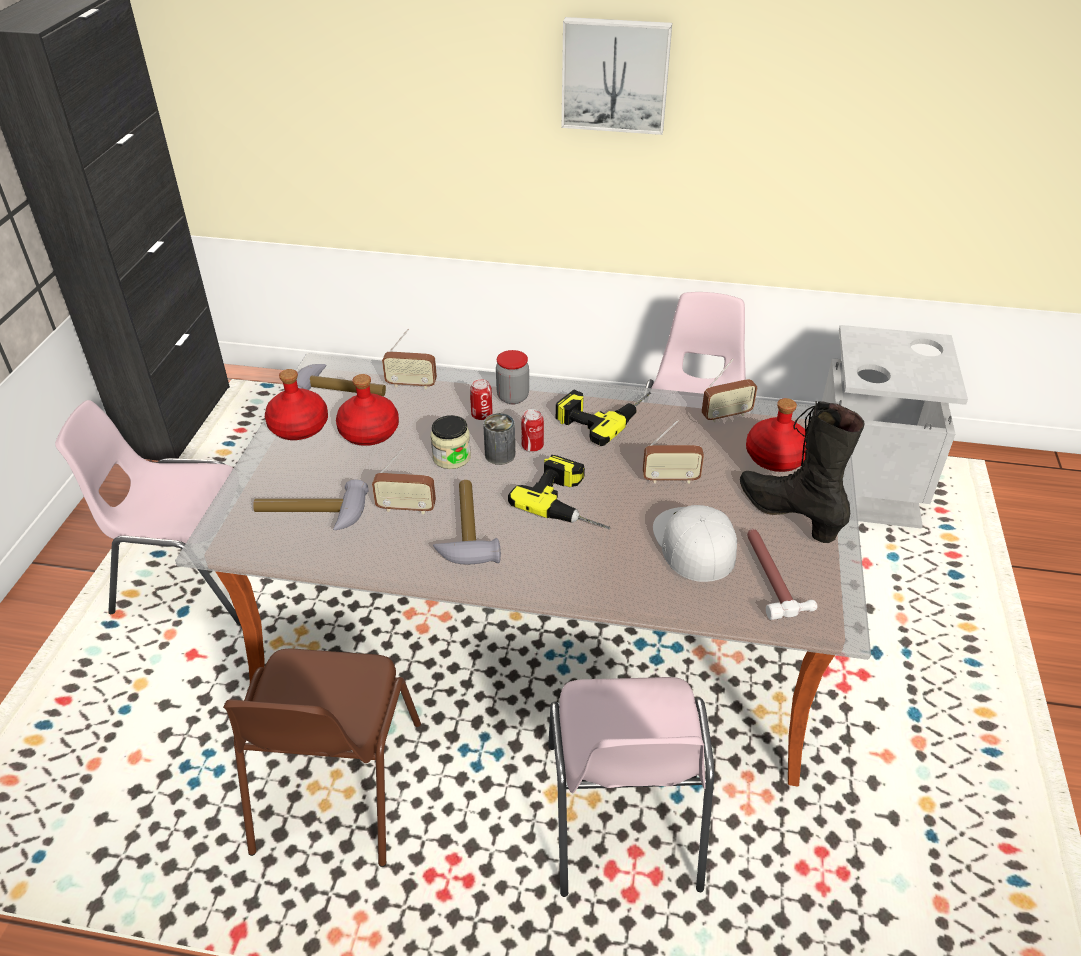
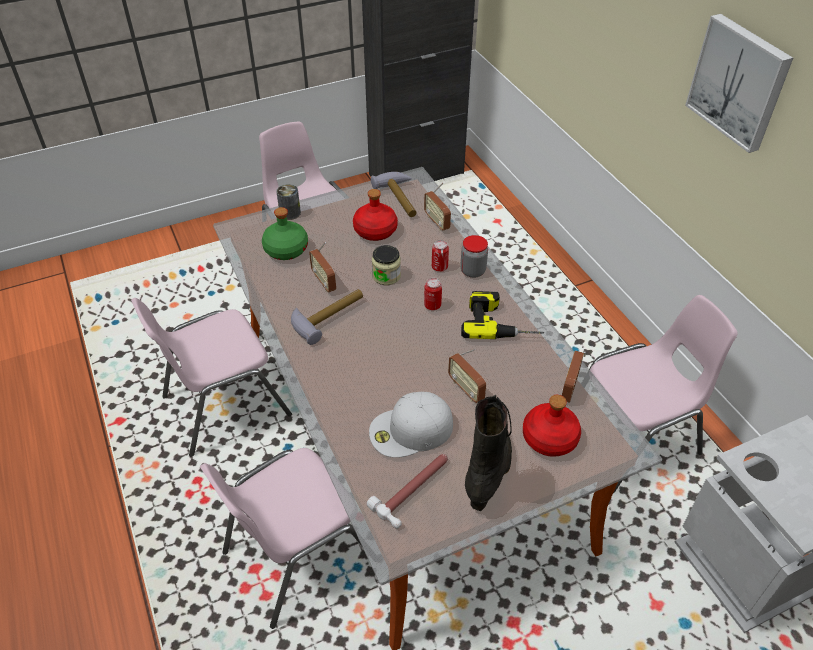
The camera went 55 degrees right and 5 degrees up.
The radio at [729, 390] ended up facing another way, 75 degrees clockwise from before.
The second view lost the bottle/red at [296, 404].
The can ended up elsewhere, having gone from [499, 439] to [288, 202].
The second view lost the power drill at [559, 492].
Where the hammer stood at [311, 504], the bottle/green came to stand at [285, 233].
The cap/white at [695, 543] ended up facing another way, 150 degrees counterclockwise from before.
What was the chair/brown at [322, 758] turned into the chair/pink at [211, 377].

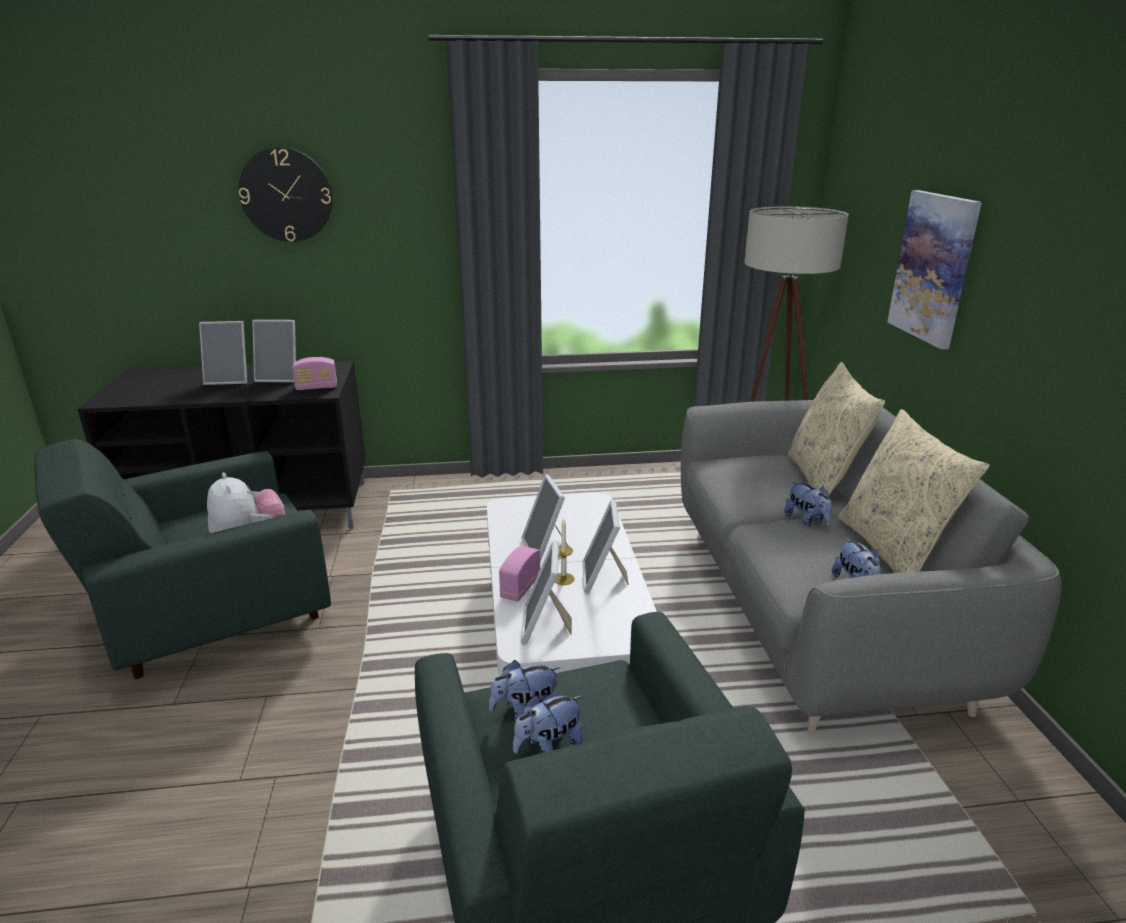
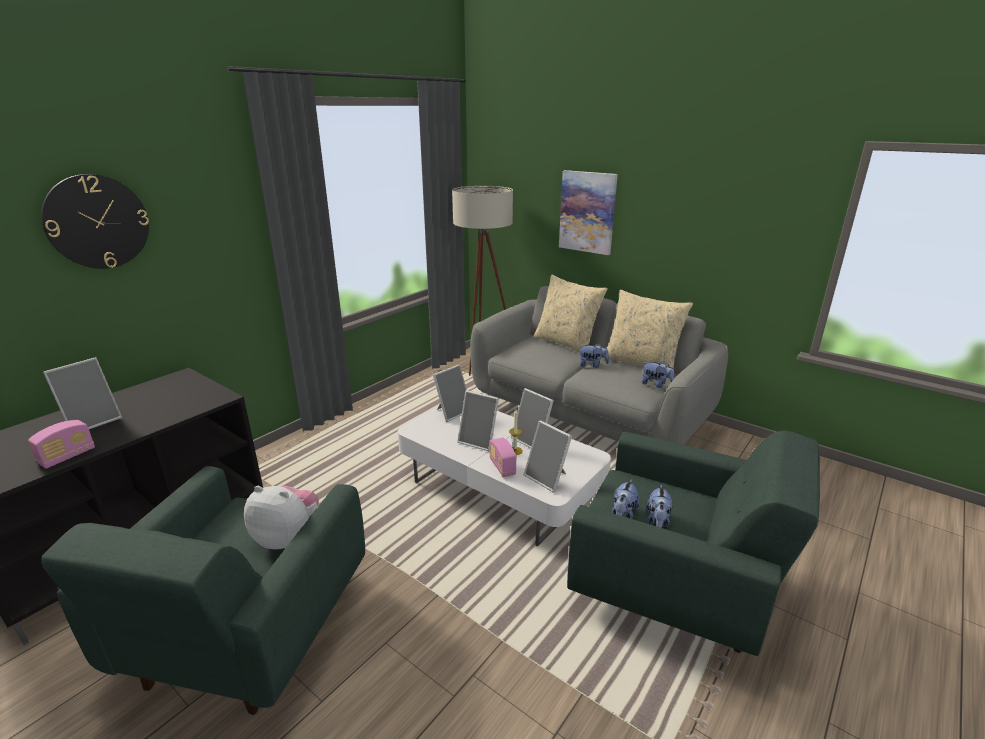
The camera went 45 degrees left and 0 degrees up.
The picture frame ended up elsewhere, having gone from [274, 351] to [450, 393].
The radio ended up elsewhere, having gone from [314, 373] to [61, 444].

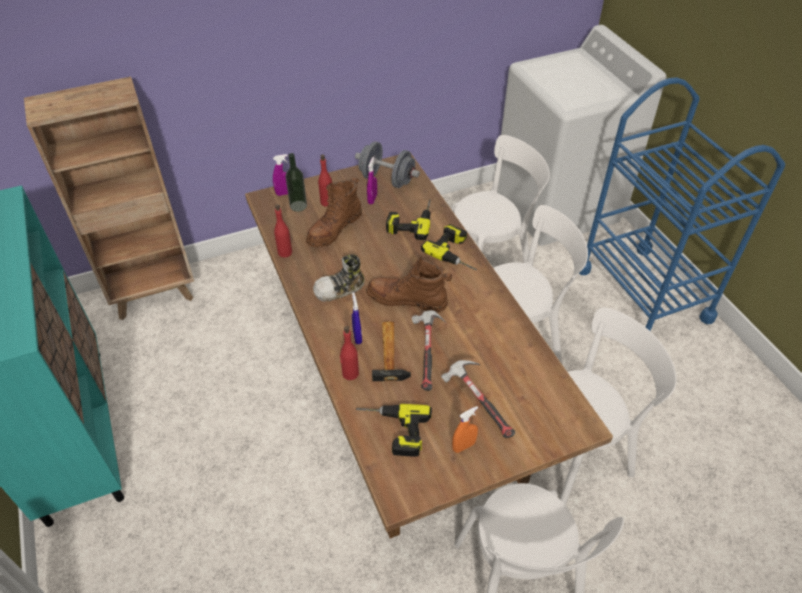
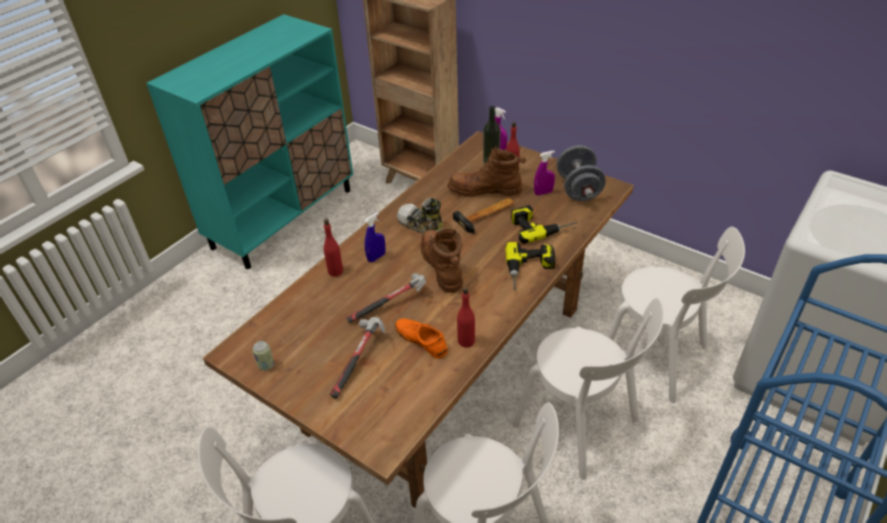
The camera went 60 degrees right and 5 degrees down.
The bottle/red ended up elsewhere, having gone from [283, 230] to [466, 317].
The hammer ended up elsewhere, having gone from [391, 351] to [483, 216].
The second view lost the power drill at [394, 430].
The second view lost the spray bottle/orange at [465, 429].
The second view gained the shoe/orange at [421, 339].
The second view gained the can at [263, 356].

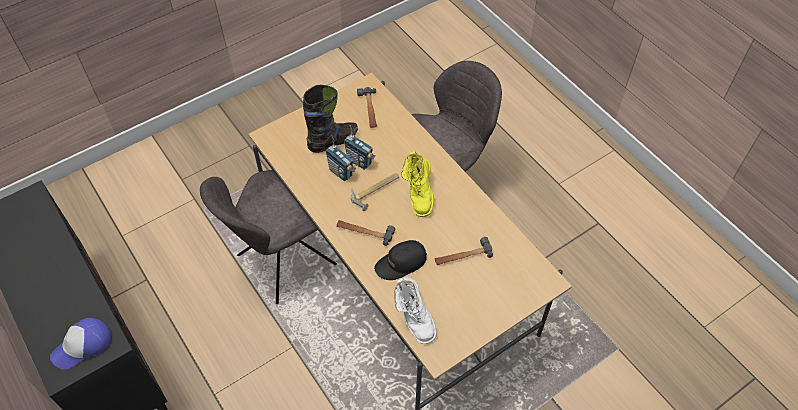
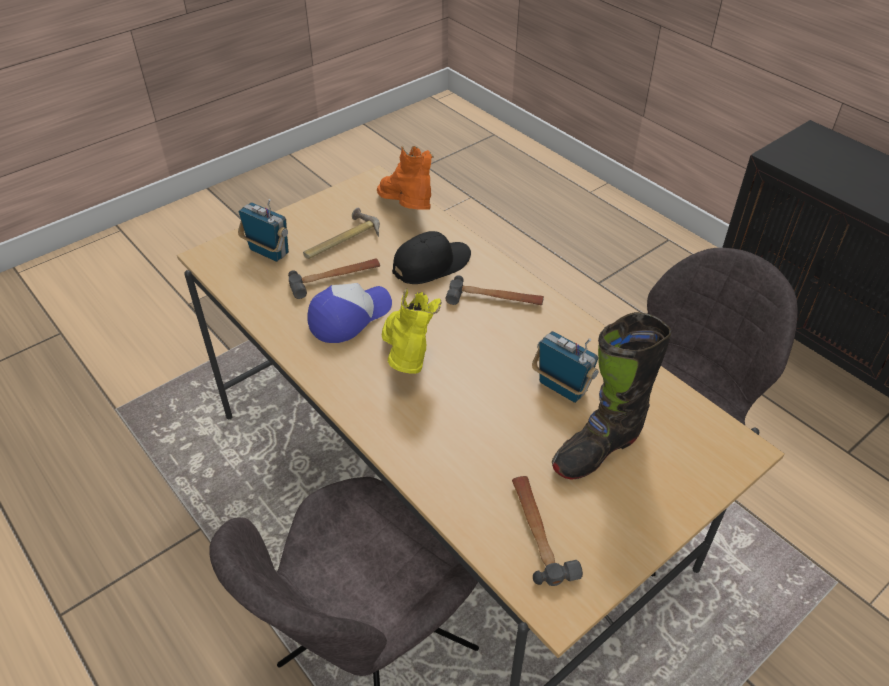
The camera went 175 degrees right and 10 degrees down.
The radio ended up elsewhere, having gone from [359, 147] to [263, 230].
The hammer ended up elsewhere, having gone from [375, 192] to [341, 233].
What was the boot/white at [415, 310] turned into the boot/orange at [405, 178].
The cap ended up elsewhere, having gone from [80, 343] to [350, 313].

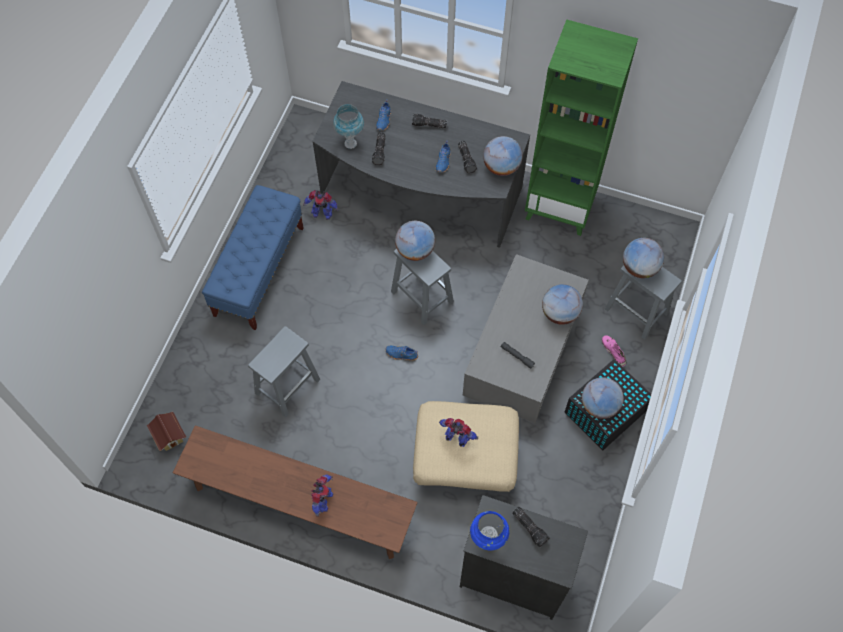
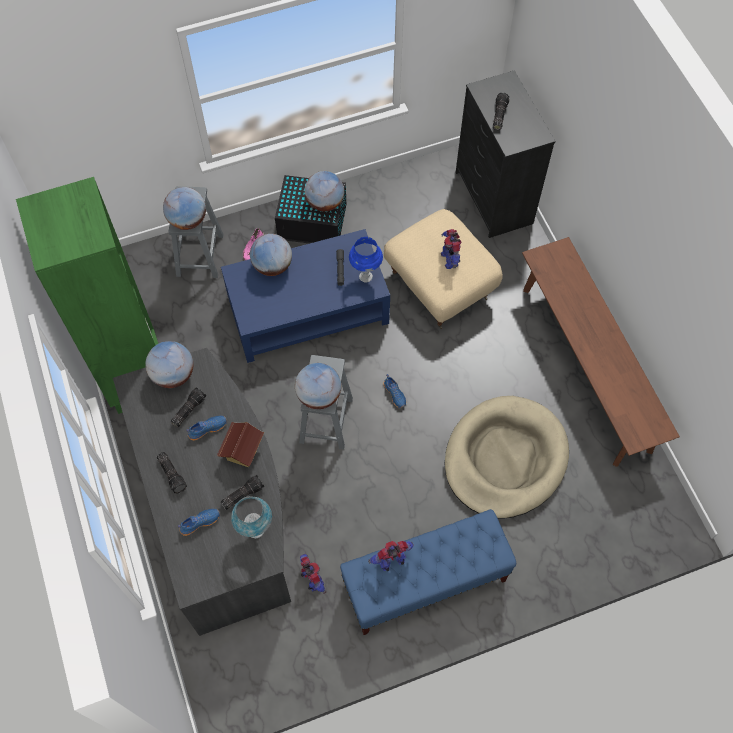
The camera went 130 degrees left and 0 degrees up.
What was the coffee table/grey at [526, 338] turned into the coffee table/blue at [305, 296].
Where the stool/grey stood at [284, 372], the dog bed/beige came to stand at [507, 457].
The toy house ended up elsewhere, having gone from [166, 431] to [240, 444].
The toy robot ended up elsewhere, having gone from [322, 495] to [391, 556].
The table lamp/blue ended up elsewhere, having gone from [490, 531] to [366, 259].

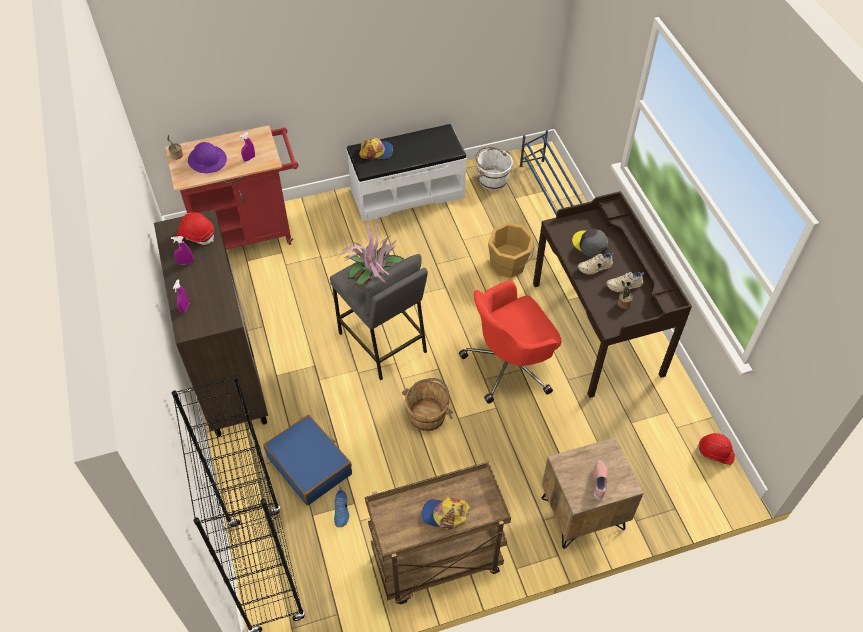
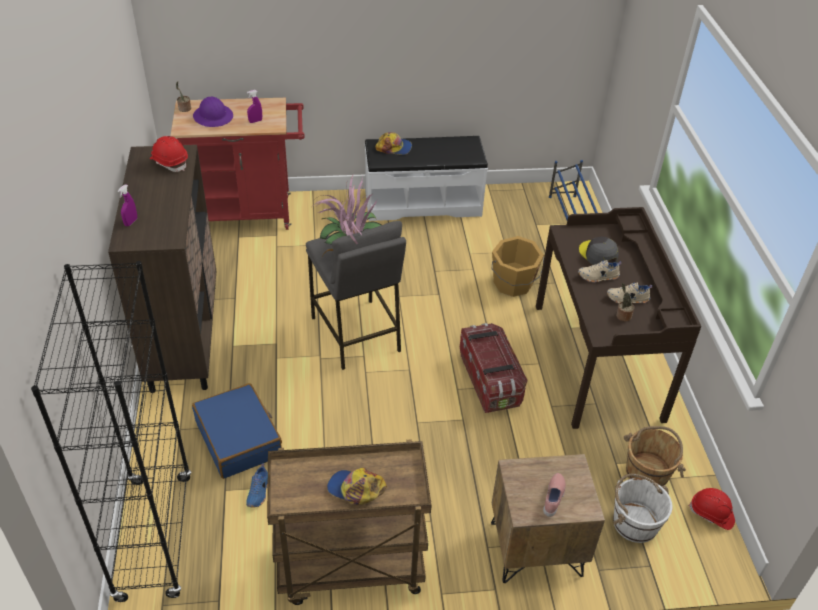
The camera went 10 degrees right and 10 degrees down.
The bucket/white ended up elsewhere, having gone from [494, 168] to [642, 508].
The second view lost the spray bottle/purple at [182, 250].
Where the office chair/red stood at [510, 342], the storage box came to stand at [493, 368].
The bucket/brown ended up elsewhere, having gone from [427, 404] to [655, 456].

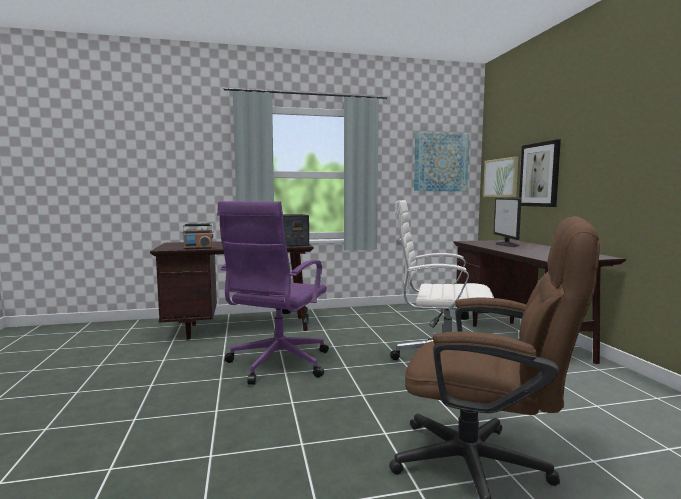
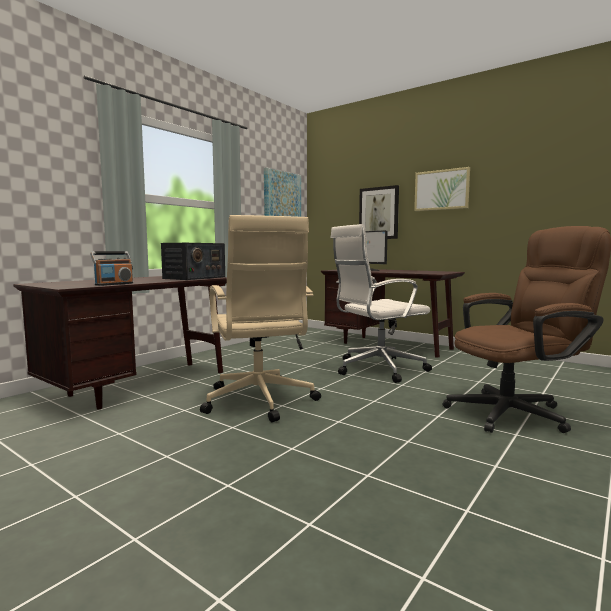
The camera went 40 degrees left and 0 degrees up.
The picture ended up elsewhere, having gone from [500, 176] to [442, 189].
What was the office chair/purple at [273, 293] turned into the office chair/beige at [260, 318].

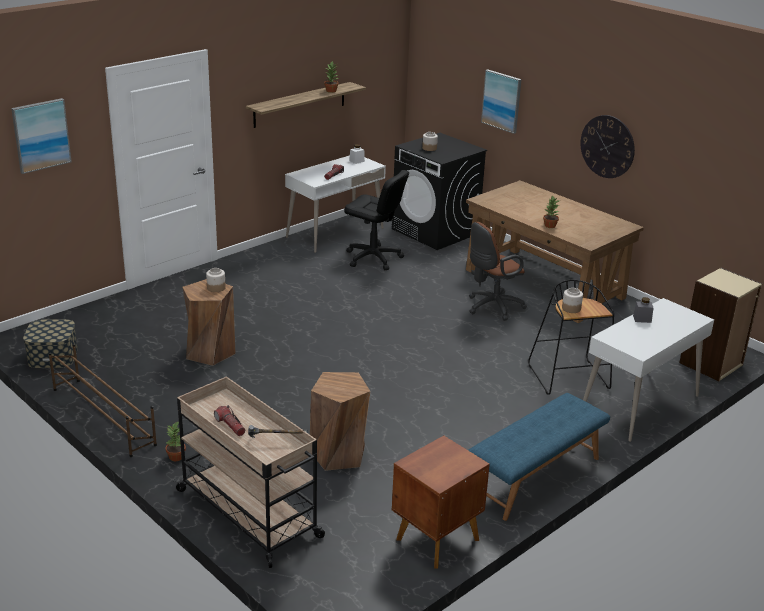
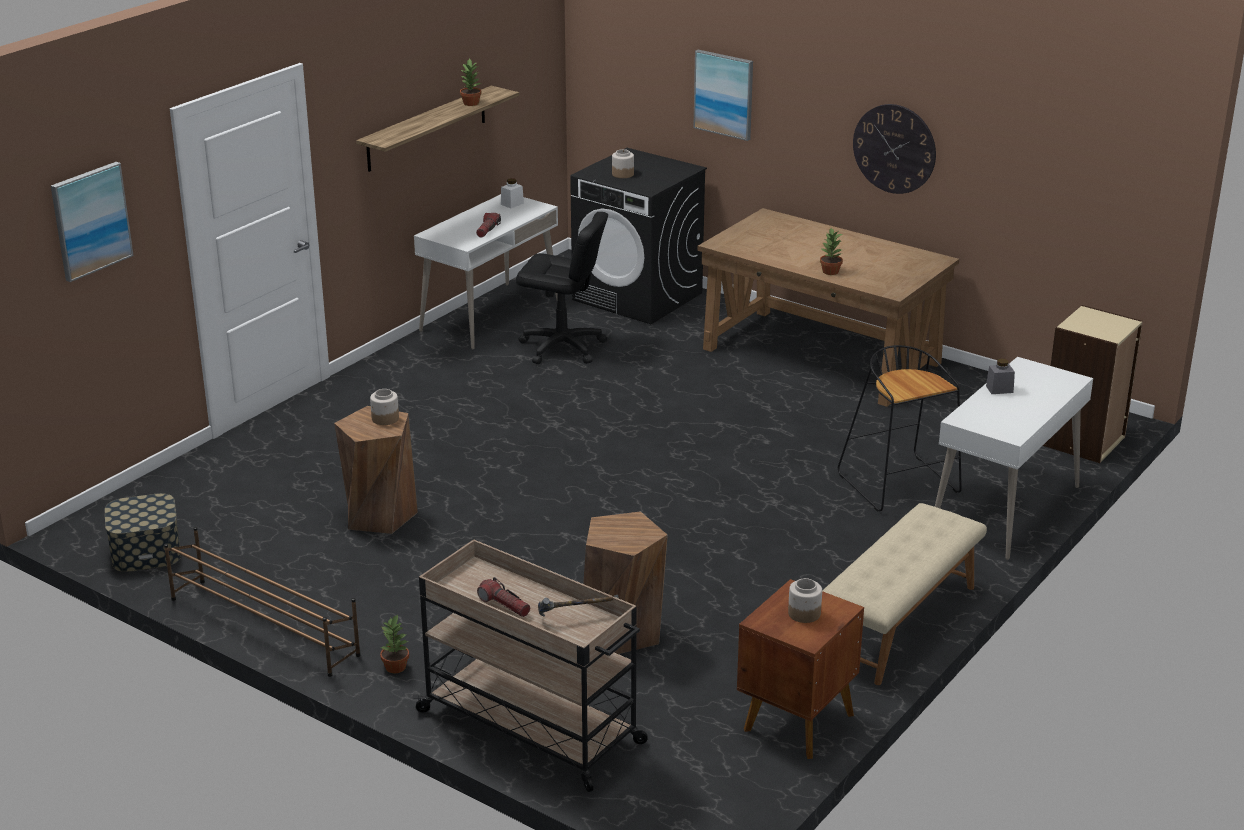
The camera went 10 degrees left and 0 degrees up.
The second view lost the office chair/brown at [498, 271].
The jar ended up elsewhere, having gone from [572, 300] to [805, 600].
What was the bench/blue at [539, 457] turned into the bench/beige at [905, 594].

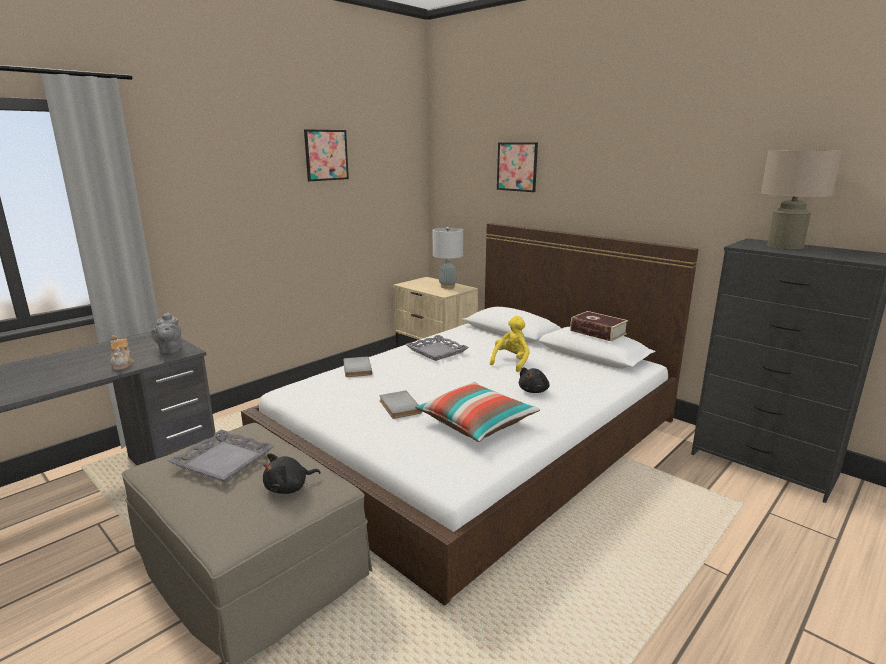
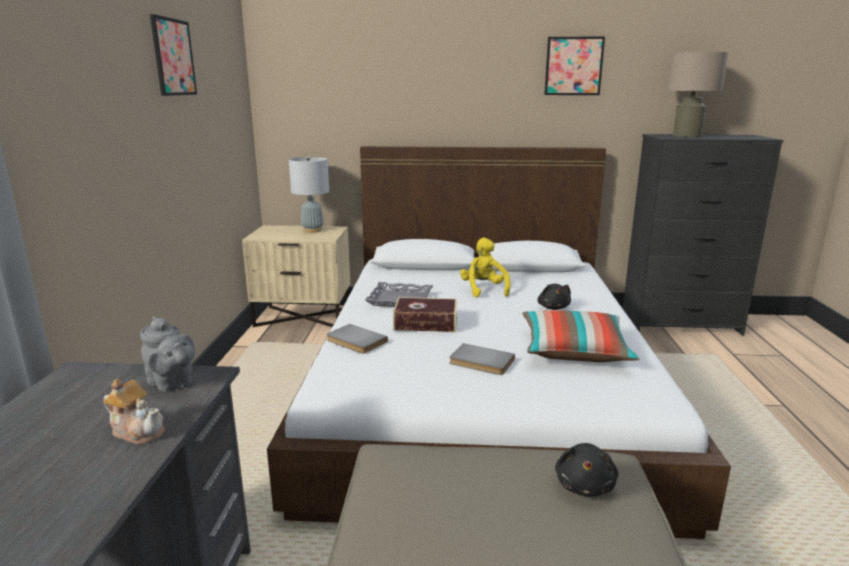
The camera went 40 degrees left and 0 degrees up.
The picture ended up elsewhere, having gone from [517, 167] to [574, 66].
The book ended up elsewhere, having gone from [599, 326] to [425, 314].
The second view lost the tray/grey at [221, 456].

